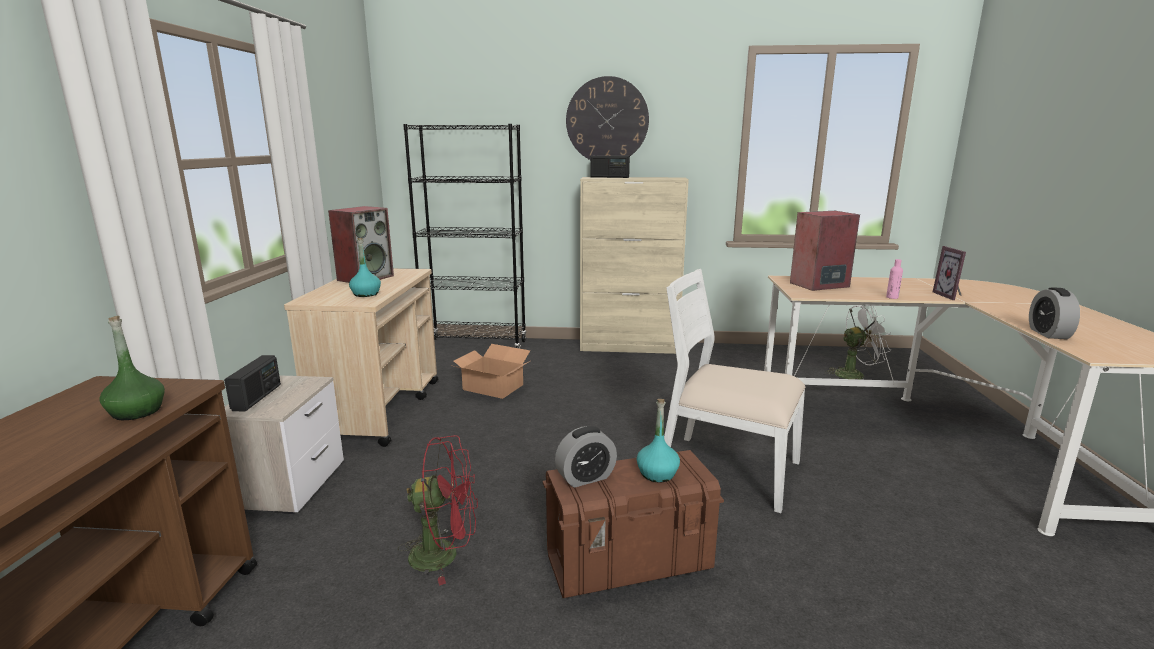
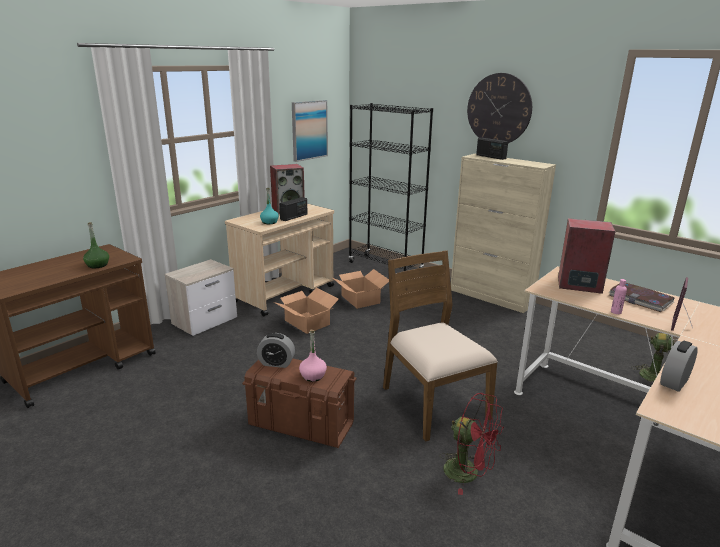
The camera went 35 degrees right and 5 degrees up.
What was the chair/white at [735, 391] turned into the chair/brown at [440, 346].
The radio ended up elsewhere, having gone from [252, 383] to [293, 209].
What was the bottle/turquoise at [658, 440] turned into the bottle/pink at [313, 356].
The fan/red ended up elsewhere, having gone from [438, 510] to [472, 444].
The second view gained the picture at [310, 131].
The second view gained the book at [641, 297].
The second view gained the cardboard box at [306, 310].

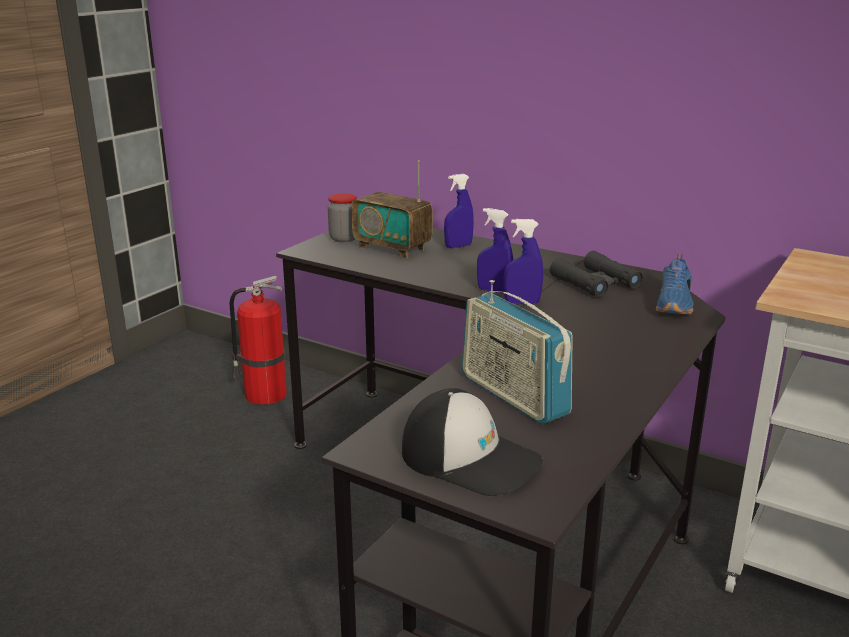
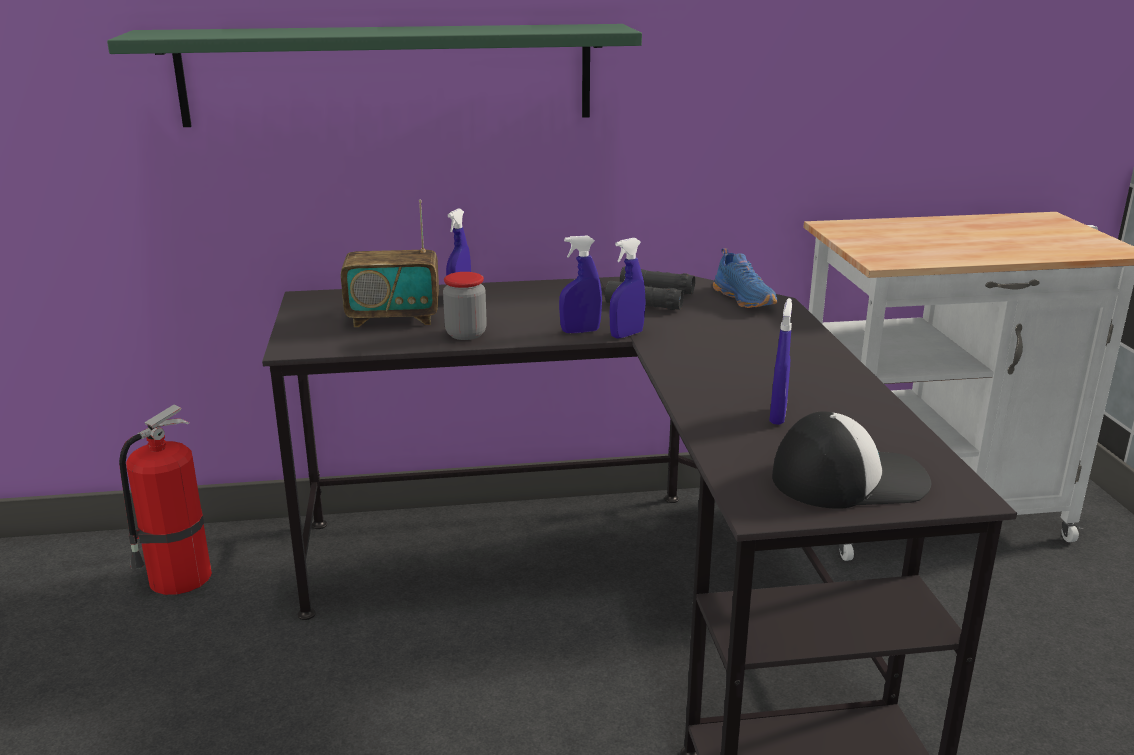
The camera went 40 degrees left and 0 degrees up.
The jar ended up elsewhere, having gone from [342, 217] to [465, 306].
Where the radio stood at [517, 352], the spray bottle/blue came to stand at [780, 361].
The second view gained the shelf/green at [374, 75].

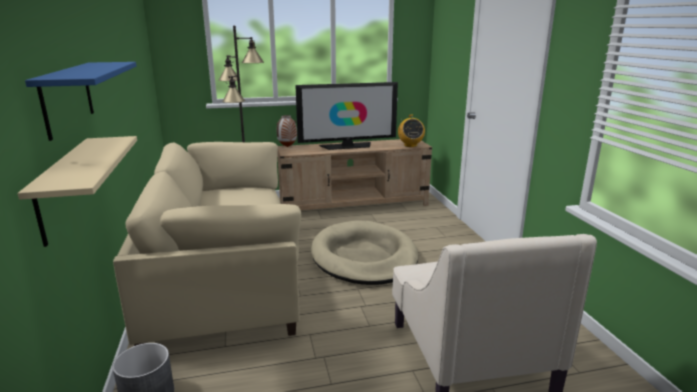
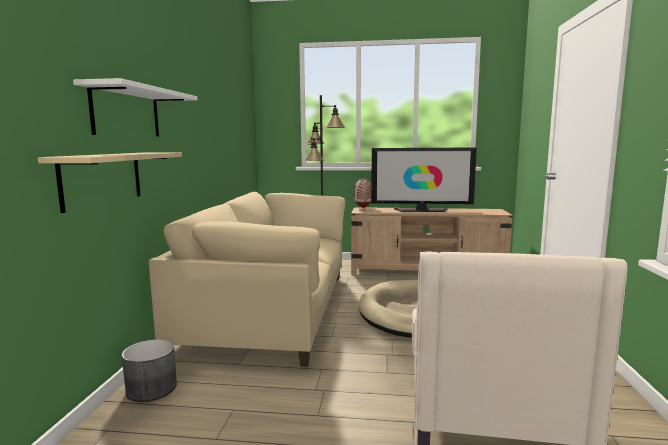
The camera went 20 degrees right and 10 degrees down.
What was the shelf/blue at [80, 101] turned into the shelf/white at [135, 107].
The second view lost the radio at [411, 130].

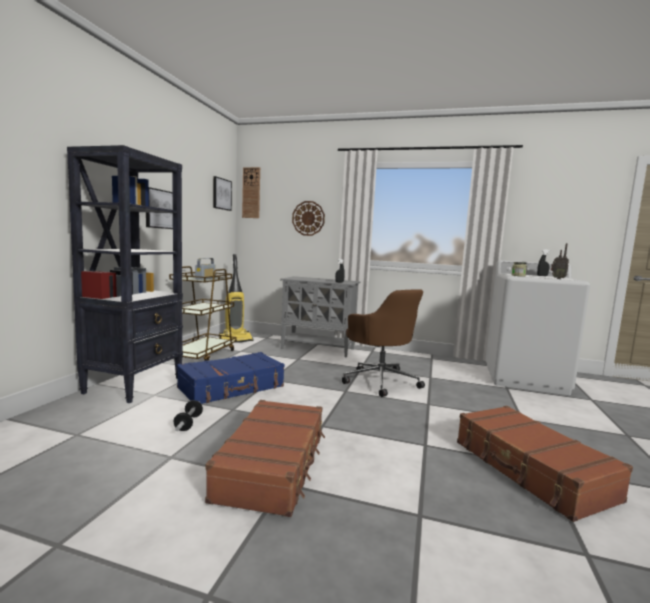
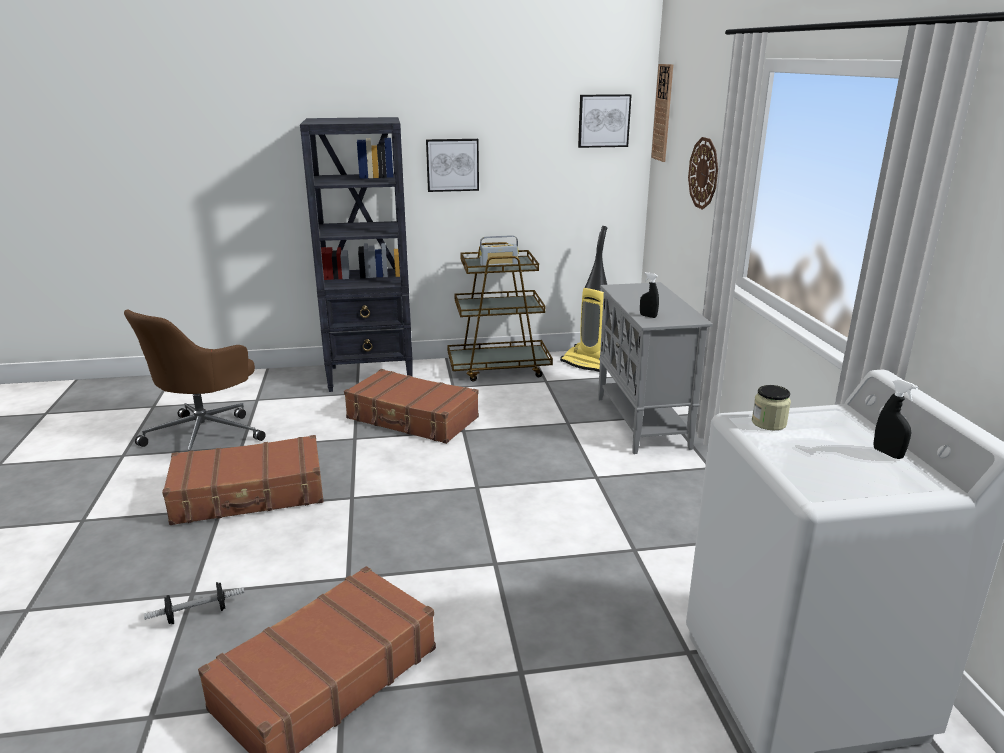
The camera went 65 degrees right and 15 degrees up.
The second view lost the radio at [560, 261].
The office chair/brown ended up elsewhere, having gone from [383, 343] to [195, 380].
What was the suitcase/blue at [230, 378] turned into the suitcase/brown at [411, 406].
The dumbbell ended up elsewhere, having gone from [188, 415] to [194, 603].

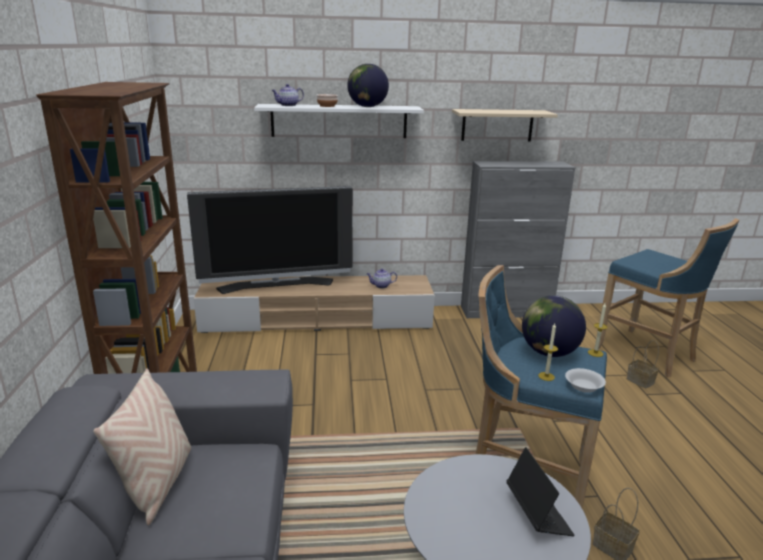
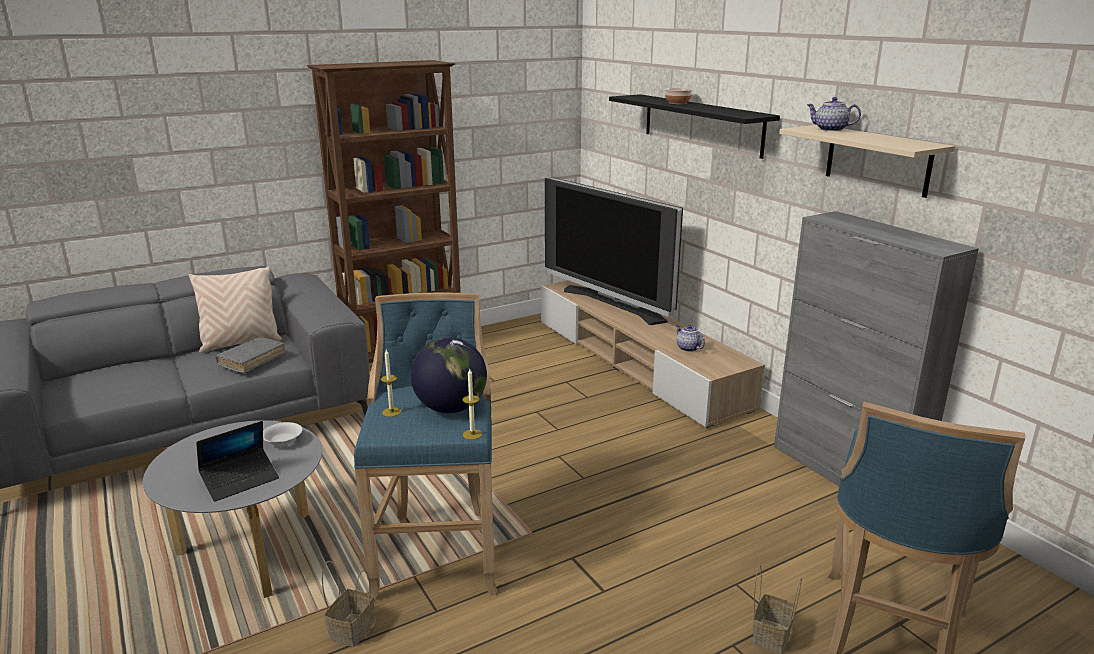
The camera went 65 degrees right and 0 degrees up.
The second view lost the globe at [368, 85].
The teapot ended up elsewhere, having gone from [288, 95] to [834, 114].
What was the shelf/white at [339, 121] turned into the shelf/black at [694, 126].
The bowl/white ended up elsewhere, having gone from [585, 380] to [282, 434].
The second view gained the book/grey at [250, 355].

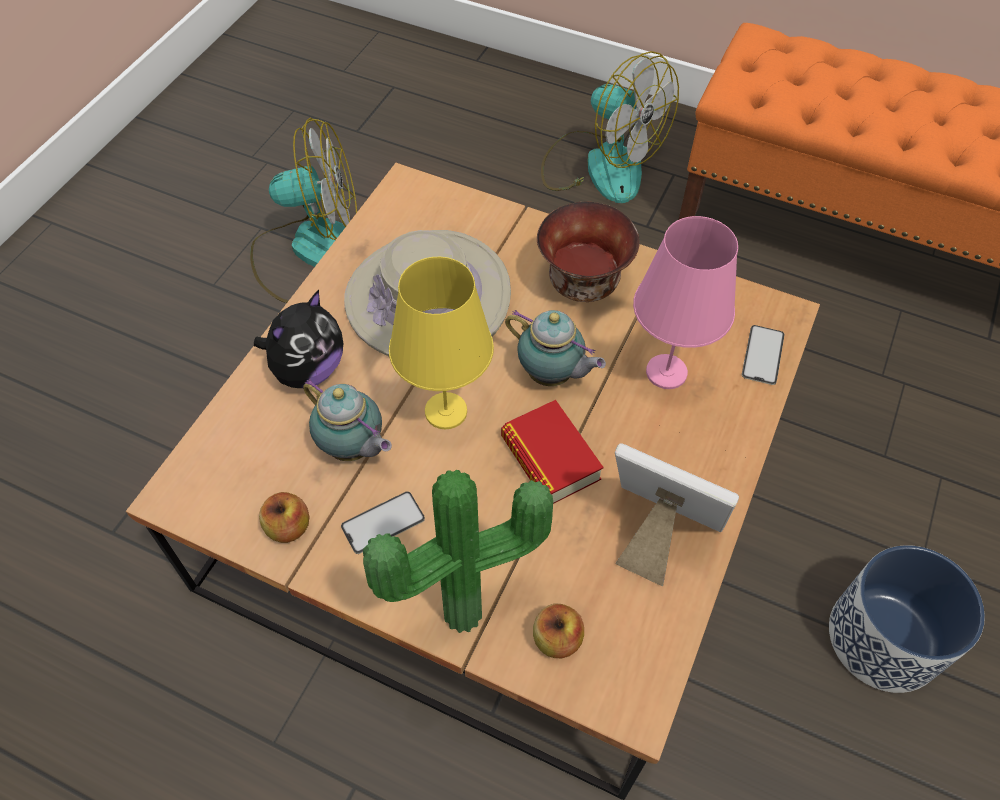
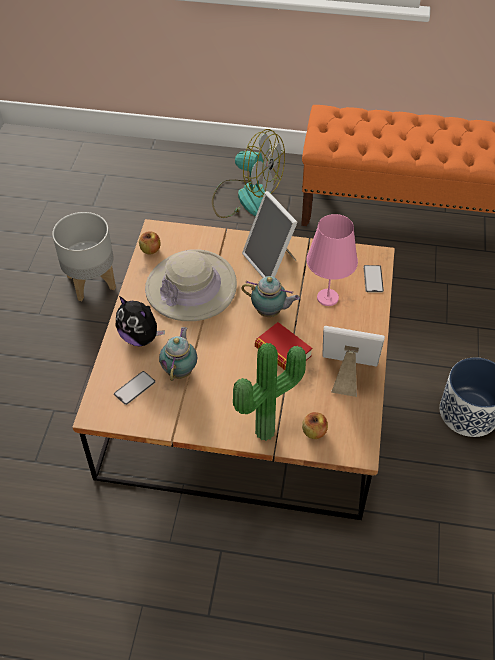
The camera went 15 degrees left and 5 degrees down.
Where the fan stood at [303, 210], the planter/grey came to stand at [84, 256].
Where the bowl stood at [588, 252], the picture frame came to stand at [270, 234].
The second view lost the table lamp/yellow at [441, 343].
The plush toy at [298, 339] ended up facing another way, 105 degrees clockwise from before.
The teapot at [347, 419] ended up facing another way, 105 degrees counterclockwise from before.
The phone ended up elsewhere, having gone from [383, 522] to [134, 388].
The apple ended up elsewhere, having gone from [284, 517] to [150, 243].

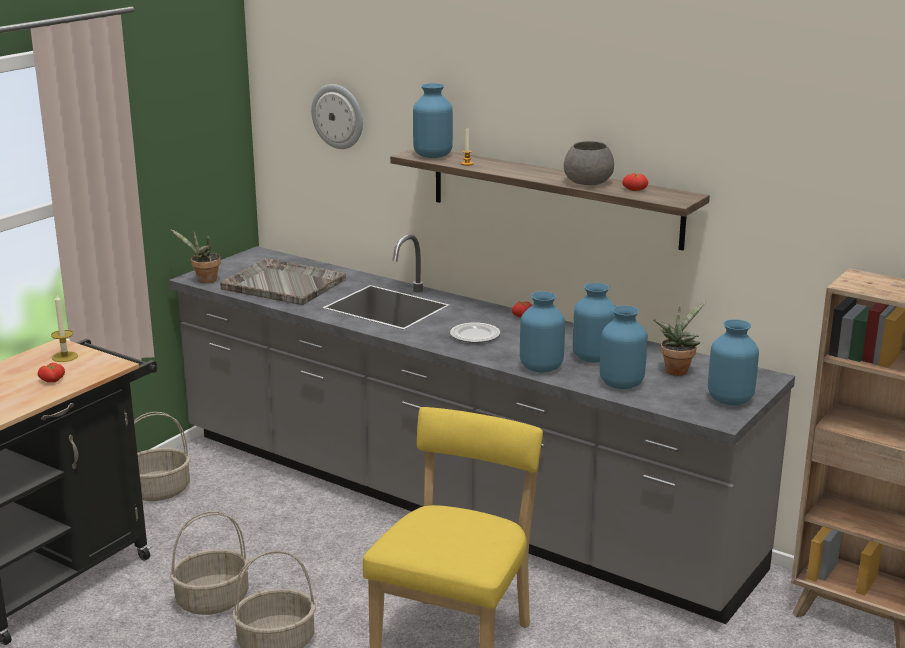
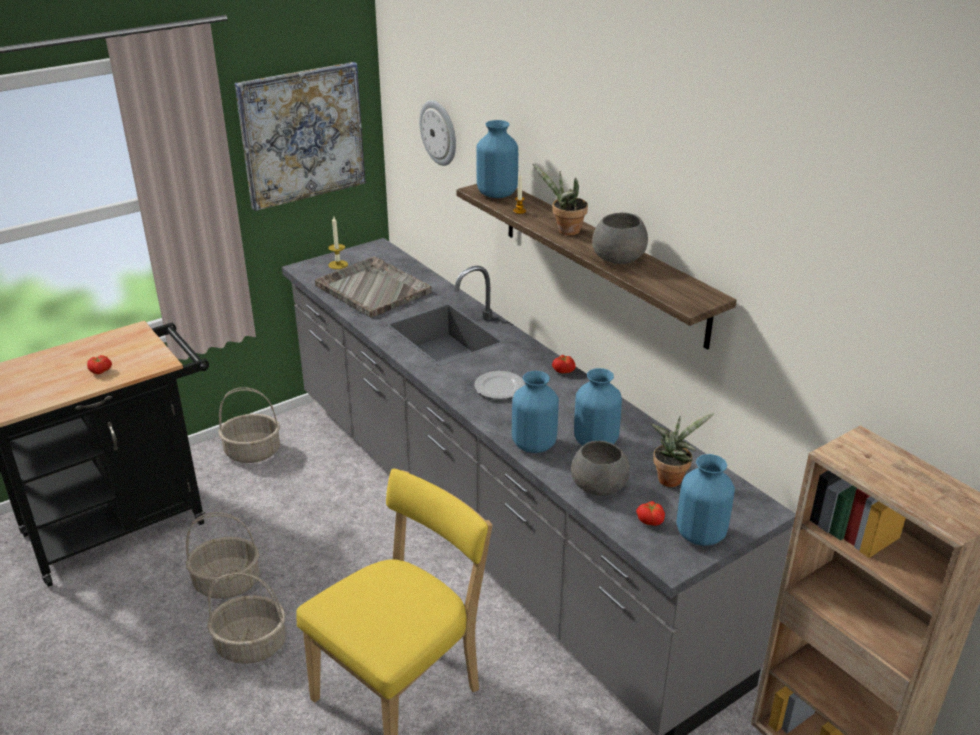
The camera went 20 degrees right and 10 degrees up.
The tomato ended up elsewhere, having gone from [635, 182] to [650, 513].
The potted plant ended up elsewhere, having gone from [195, 256] to [560, 199].
The candle ended up elsewhere, having gone from [64, 328] to [338, 243].
Where the vase/blue stood at [623, 347], the bowl/grey came to stand at [600, 468].
The second view gained the picture at [300, 136].

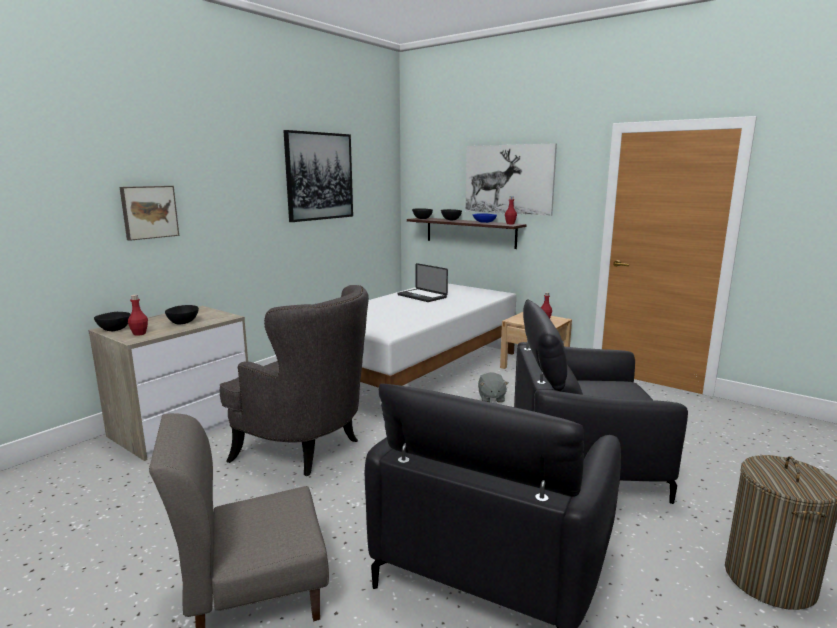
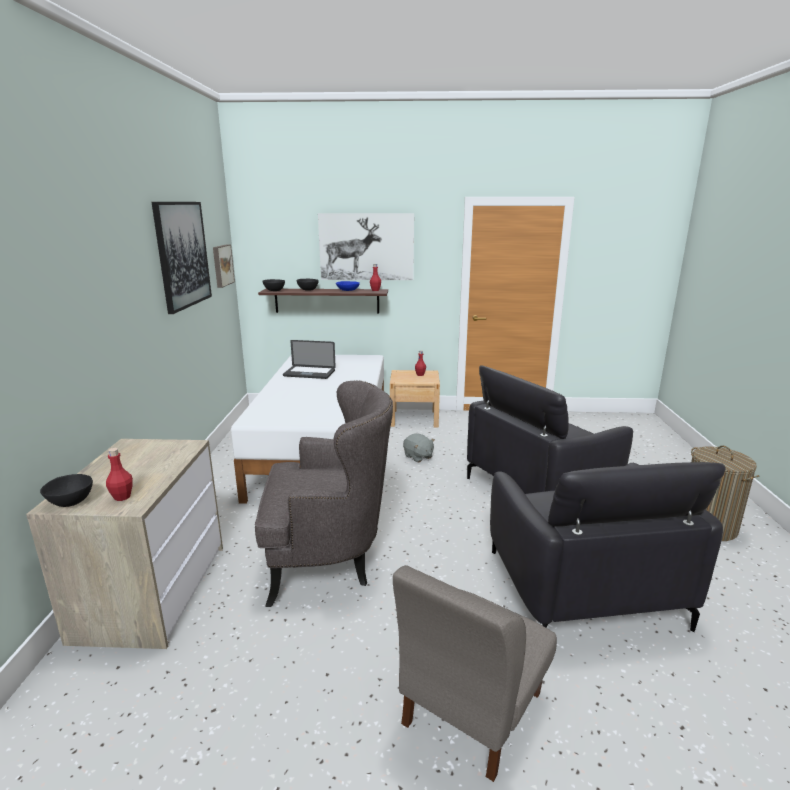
The camera went 35 degrees left and 5 degrees up.
The picture ended up elsewhere, having gone from [149, 213] to [224, 266].
The second view lost the bowl/black at [182, 314].

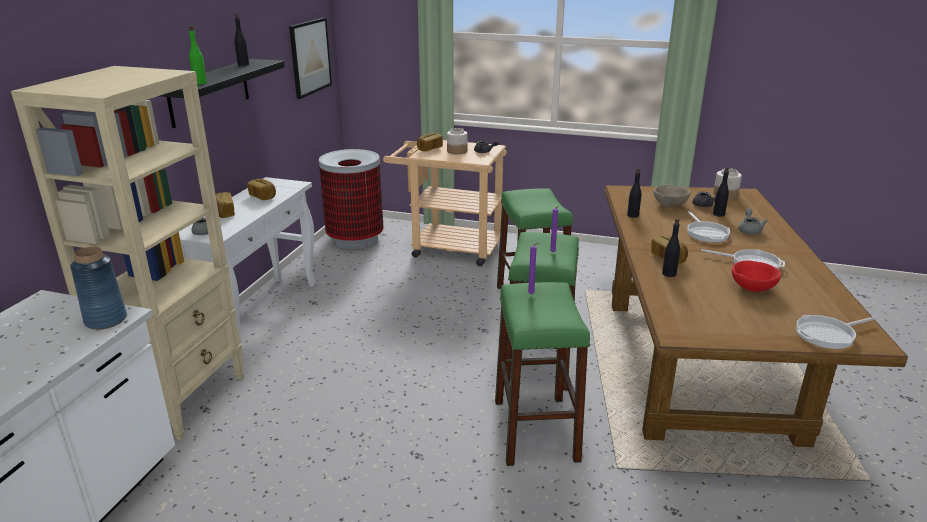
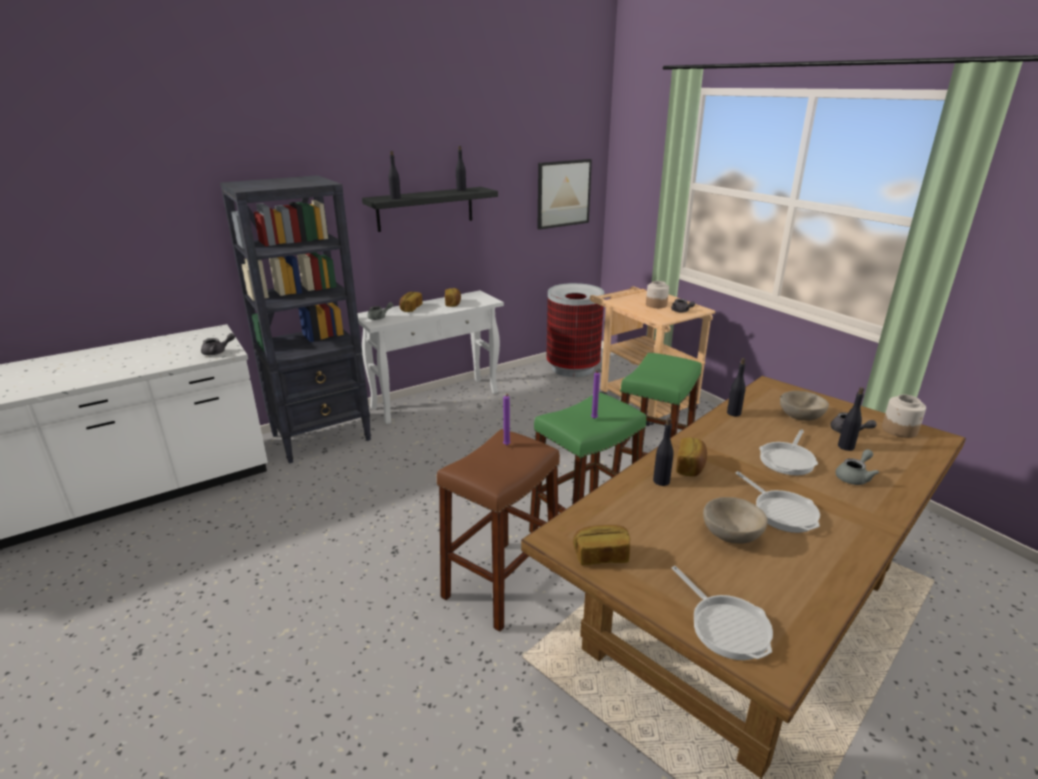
The camera went 40 degrees right and 0 degrees up.
What was the bottle/green at [198, 55] turned into the bottle/black at [395, 175].
What was the bookcase/beige at [127, 253] turned into the bookcase/black at [295, 319].
The bread ended up elsewhere, having gone from [430, 142] to [601, 545].
Where the vase/blue stood at [98, 288], the teapot/grey came to stand at [218, 344].
What was the bowl/red at [756, 276] turned into the bowl/beige at [735, 520].
What was the stool/green at [542, 374] turned into the stool/brown at [498, 530].
The frying pan at [836, 332] ended up facing another way, 135 degrees counterclockwise from before.

